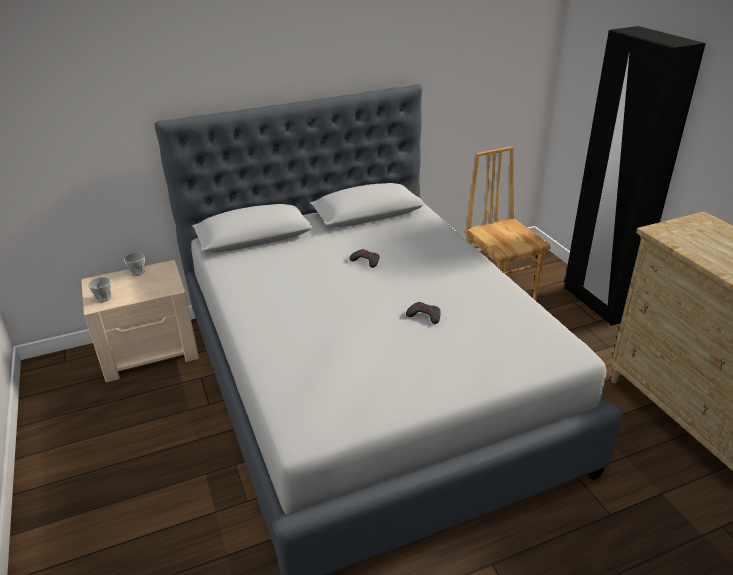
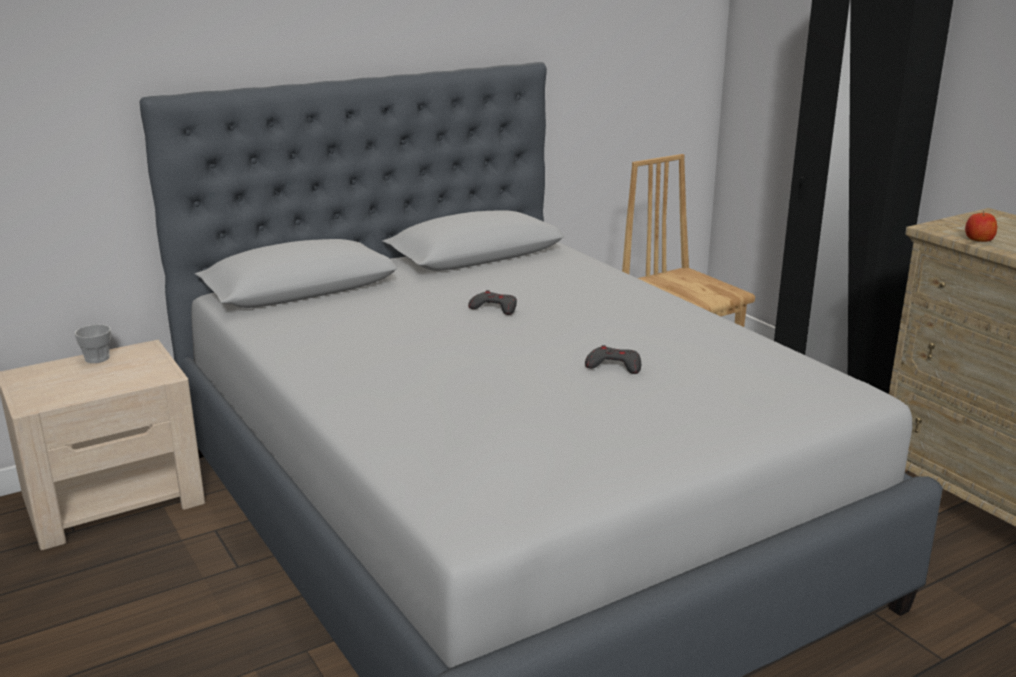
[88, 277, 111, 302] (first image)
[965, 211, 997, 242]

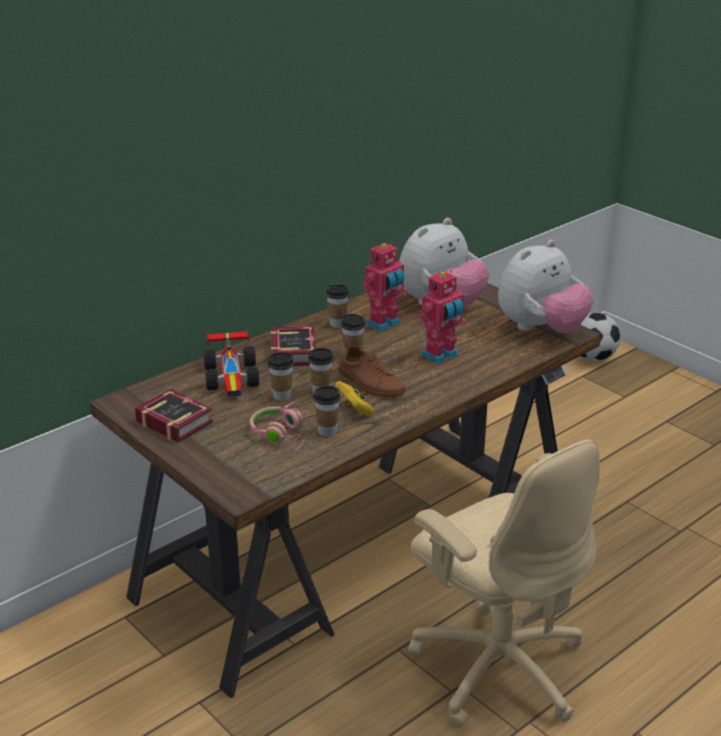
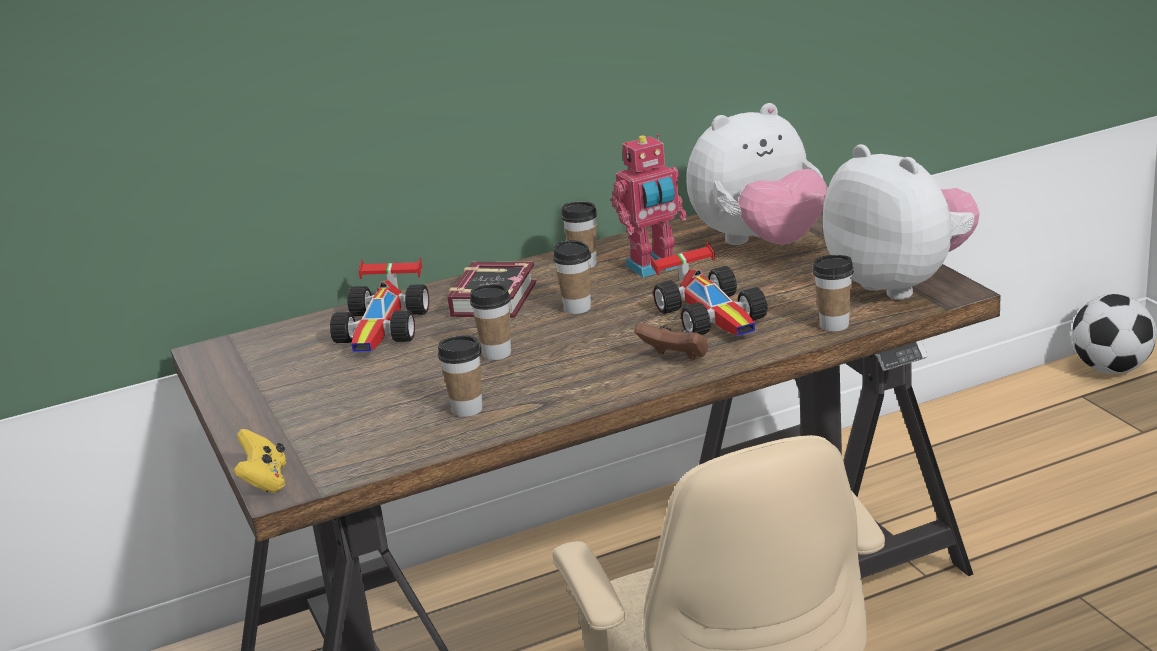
[135, 389, 213, 443] (first image)
[250, 401, 305, 451] (first image)
[813, 255, 854, 332]
[234, 429, 286, 493]
[339, 344, 406, 397] (first image)
[650, 242, 767, 336]
[823, 144, 979, 300]
[634, 322, 708, 360]

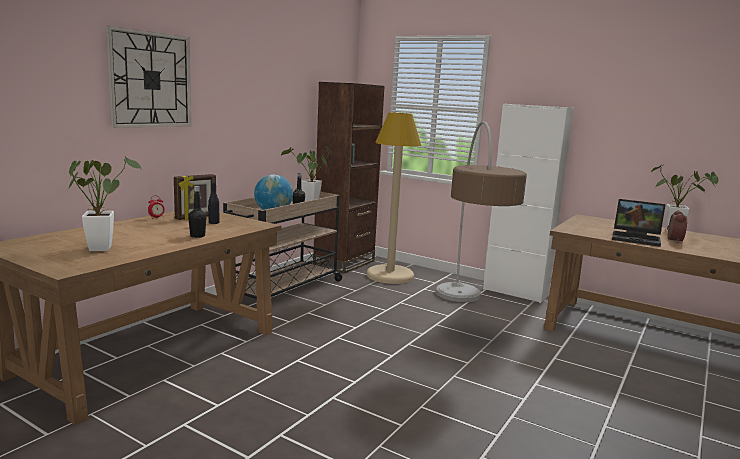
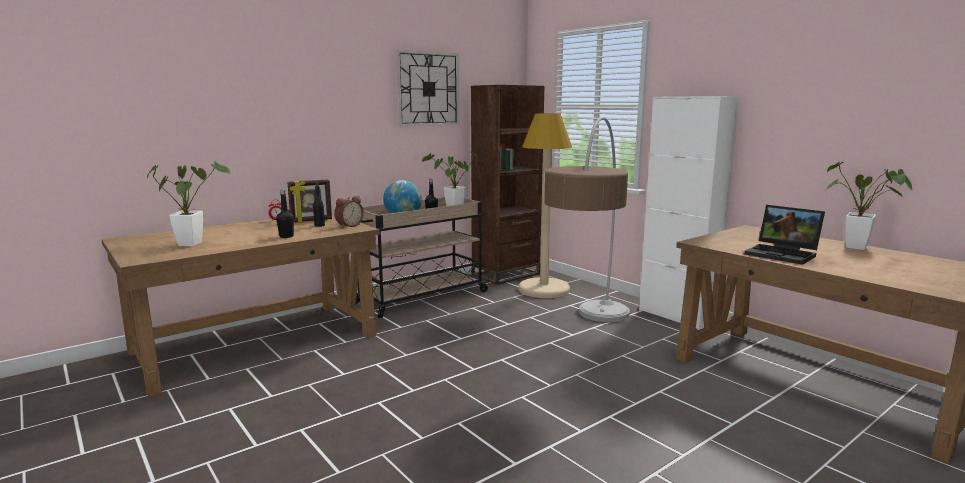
[396, 50, 459, 127]
[334, 196, 364, 228]

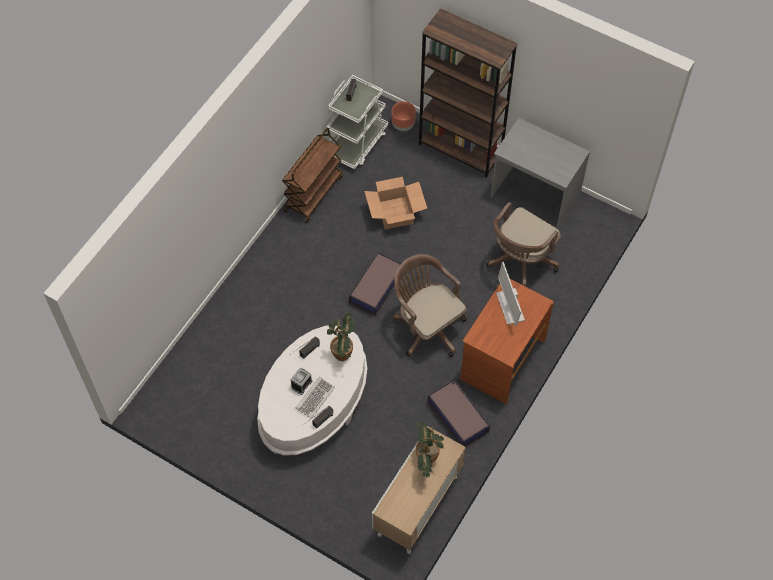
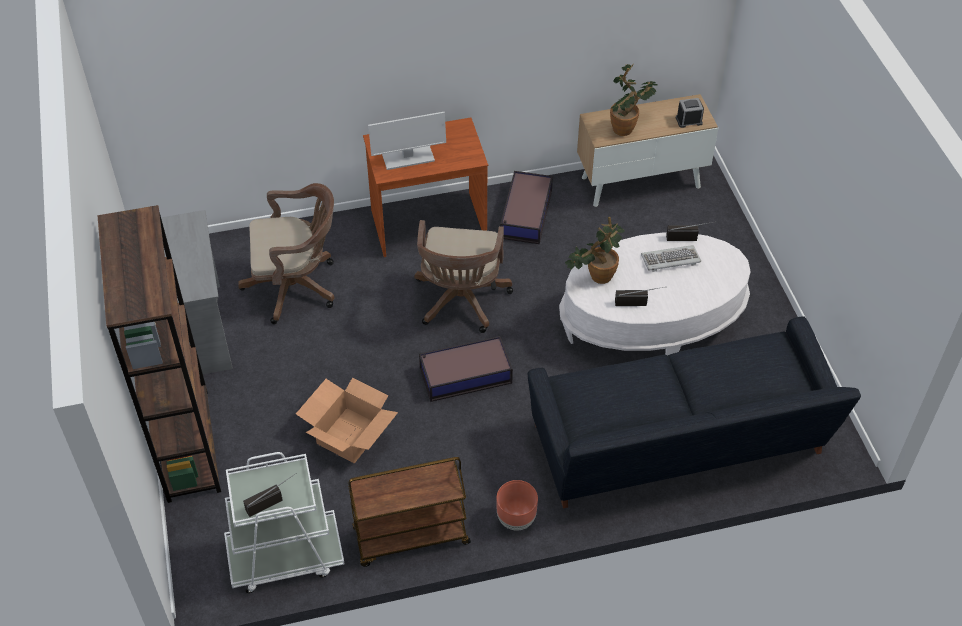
[676, 98, 704, 128]
[496, 480, 538, 531]
[368, 112, 446, 170]
[528, 316, 861, 508]

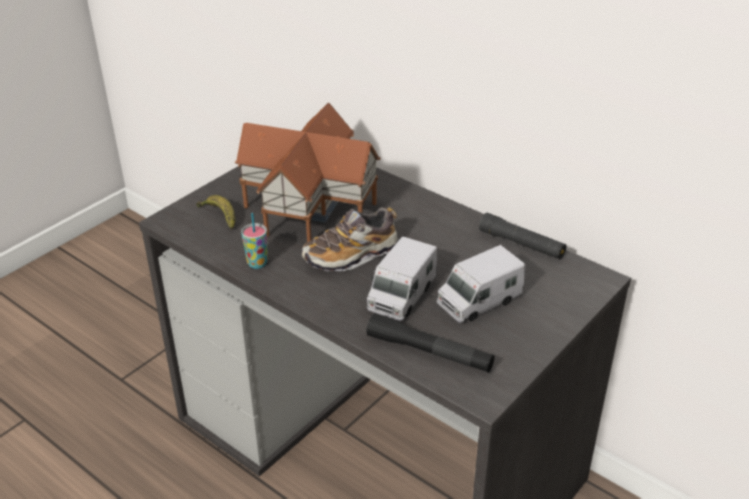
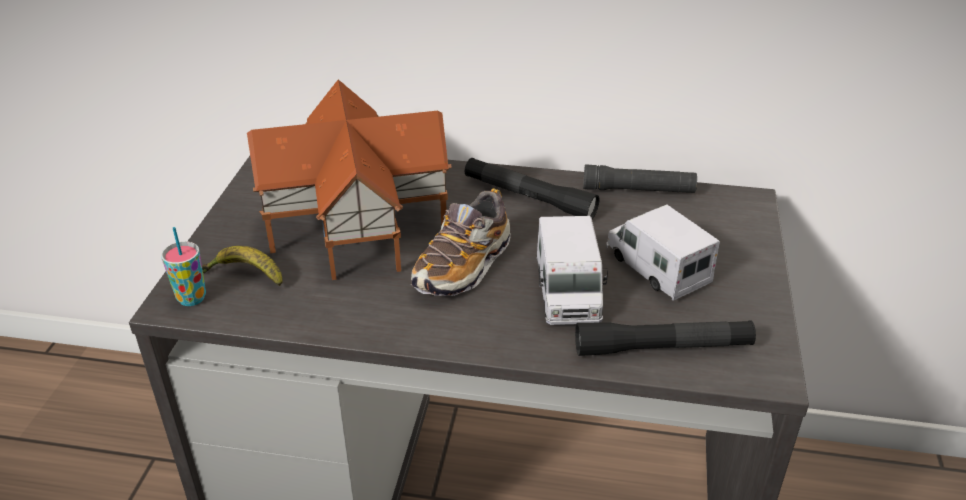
[161, 227, 206, 306]
[606, 204, 720, 301]
[465, 158, 599, 219]

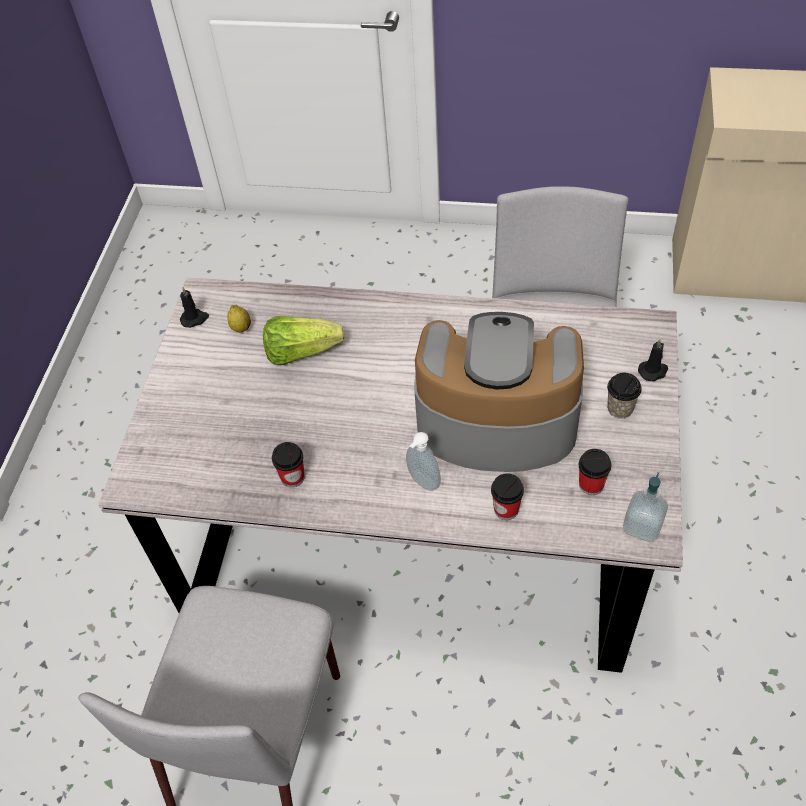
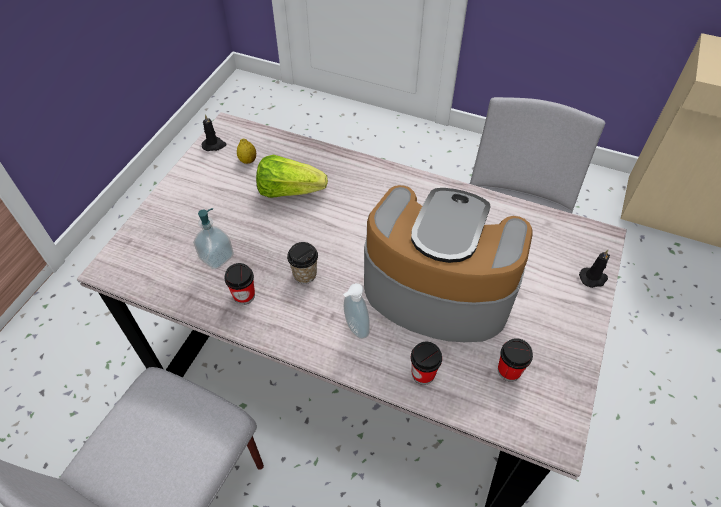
[287, 242, 318, 284]
[193, 208, 234, 269]

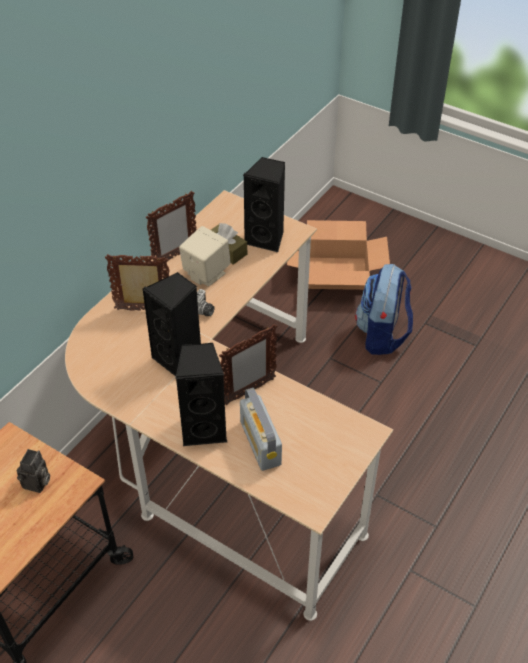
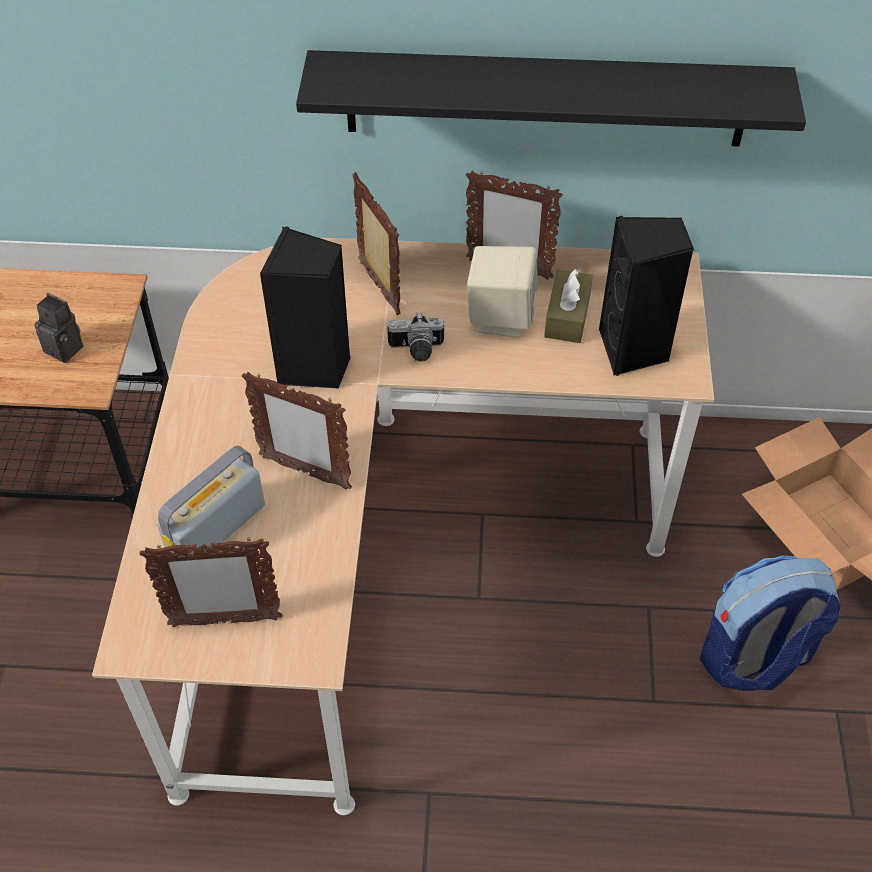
[35, 293, 83, 363]
[175, 343, 227, 446] (first image)
[139, 538, 282, 627]
[296, 50, 806, 147]

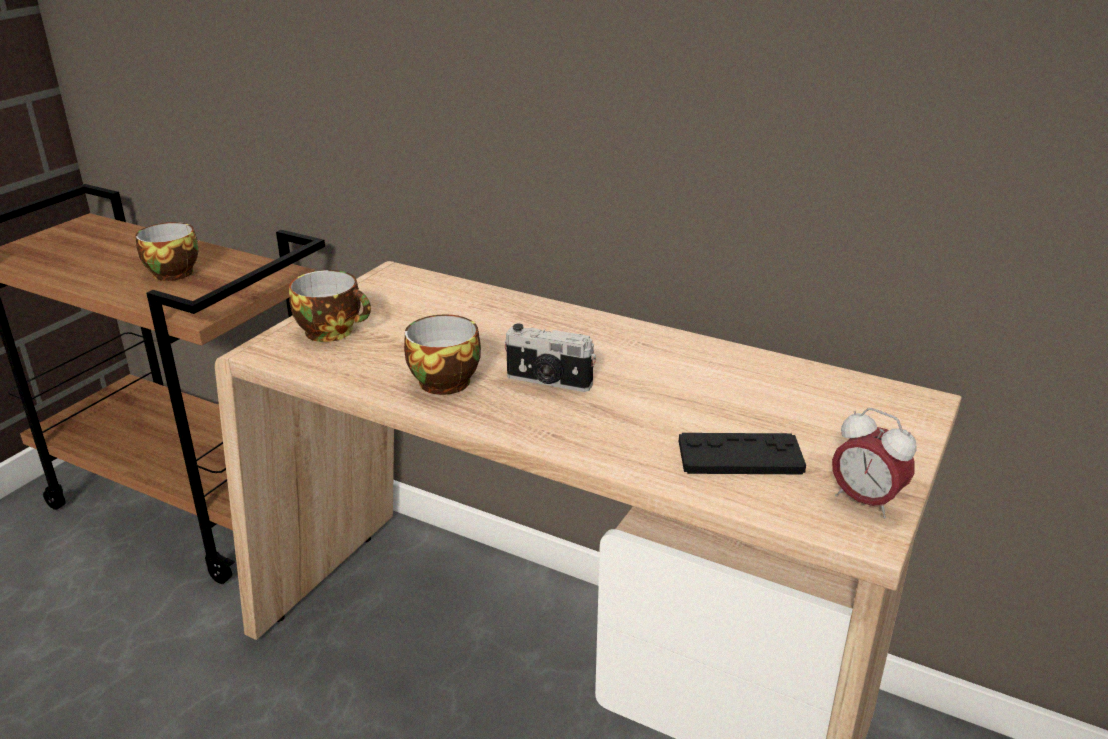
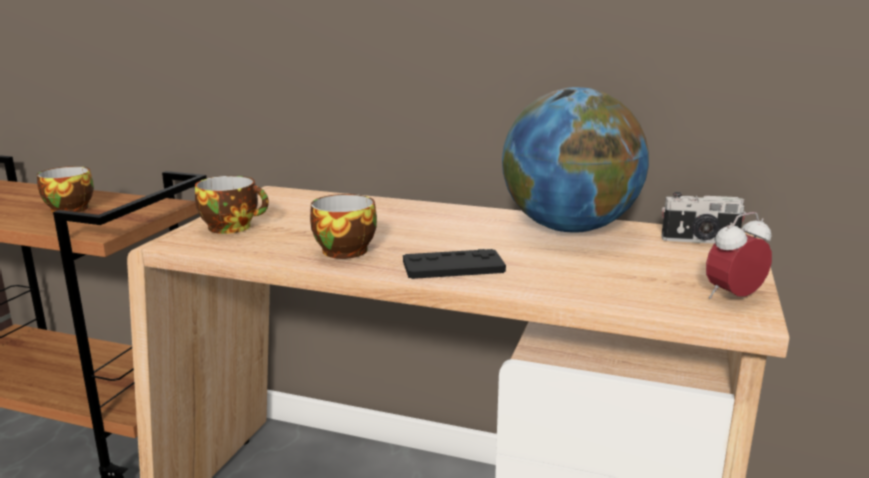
[661, 192, 746, 244]
[403, 249, 506, 279]
[706, 212, 772, 298]
[502, 87, 649, 232]

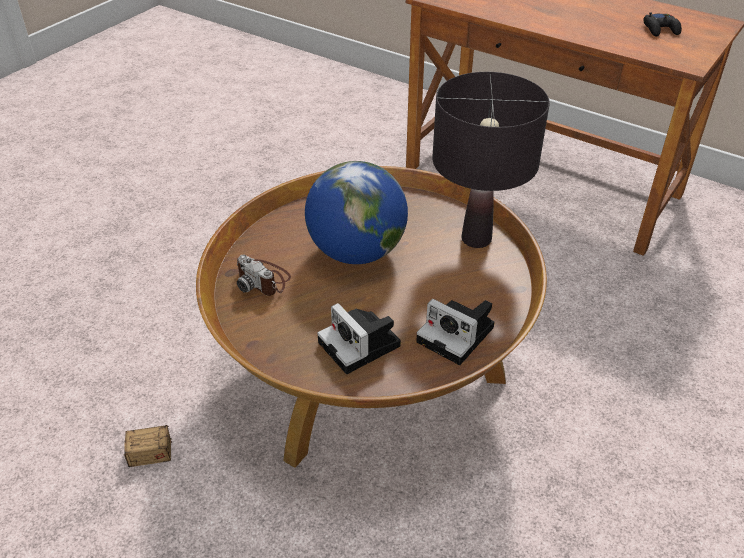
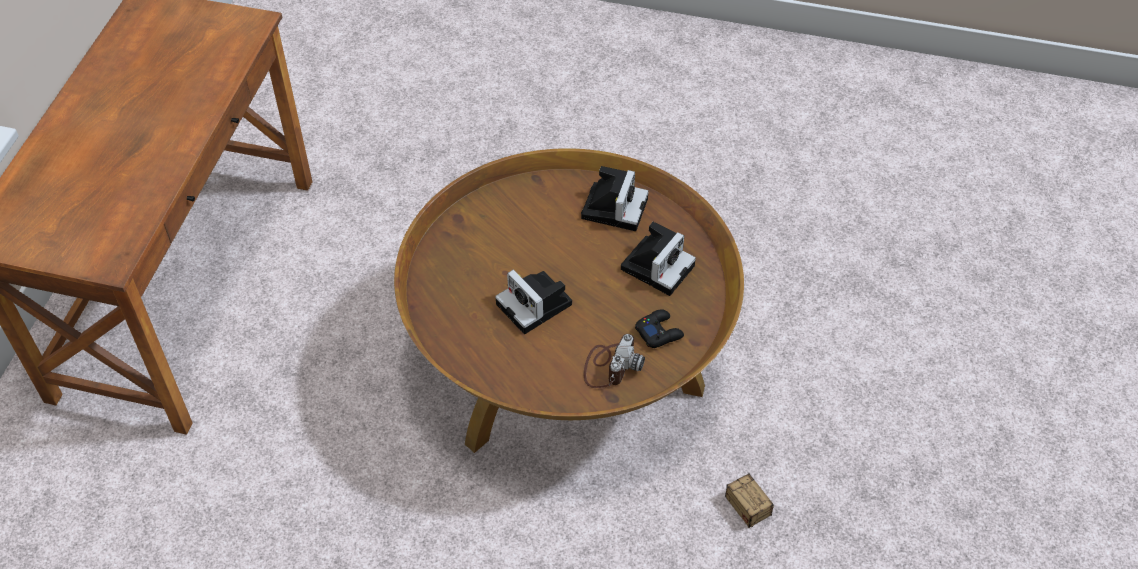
[495, 269, 572, 334]
[432, 72, 550, 248] (first image)
[635, 309, 684, 348]

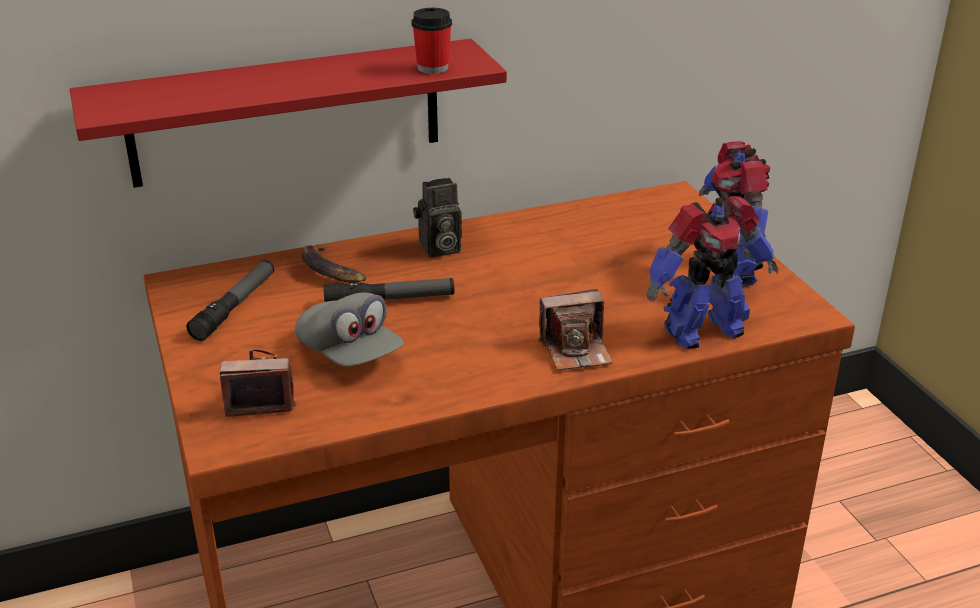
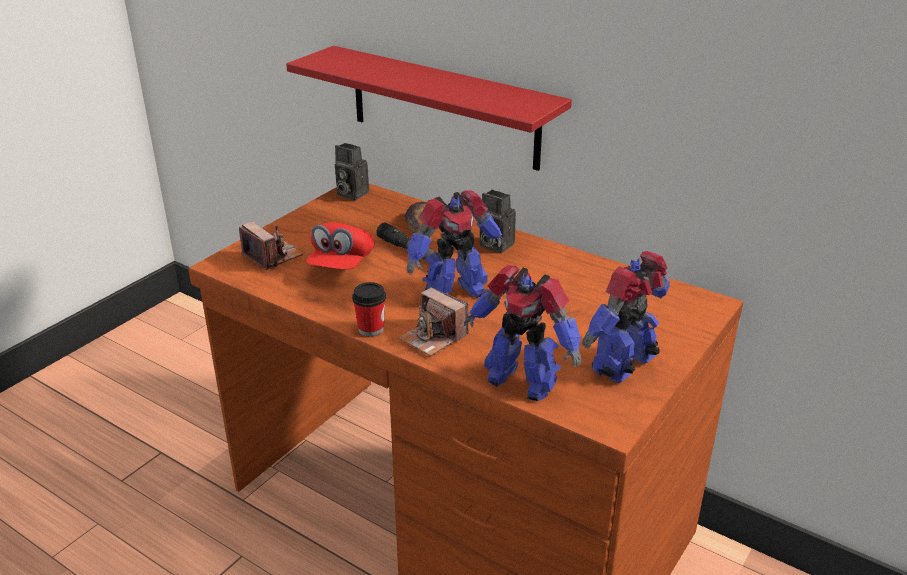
[187, 260, 274, 341] (first image)
[306, 222, 375, 269]
[352, 282, 386, 336]
[335, 143, 369, 200]
[406, 190, 506, 298]

